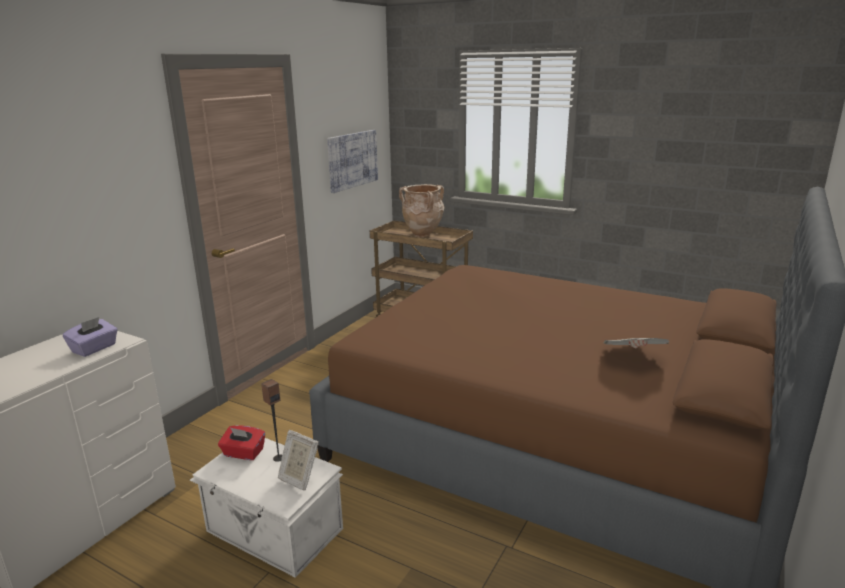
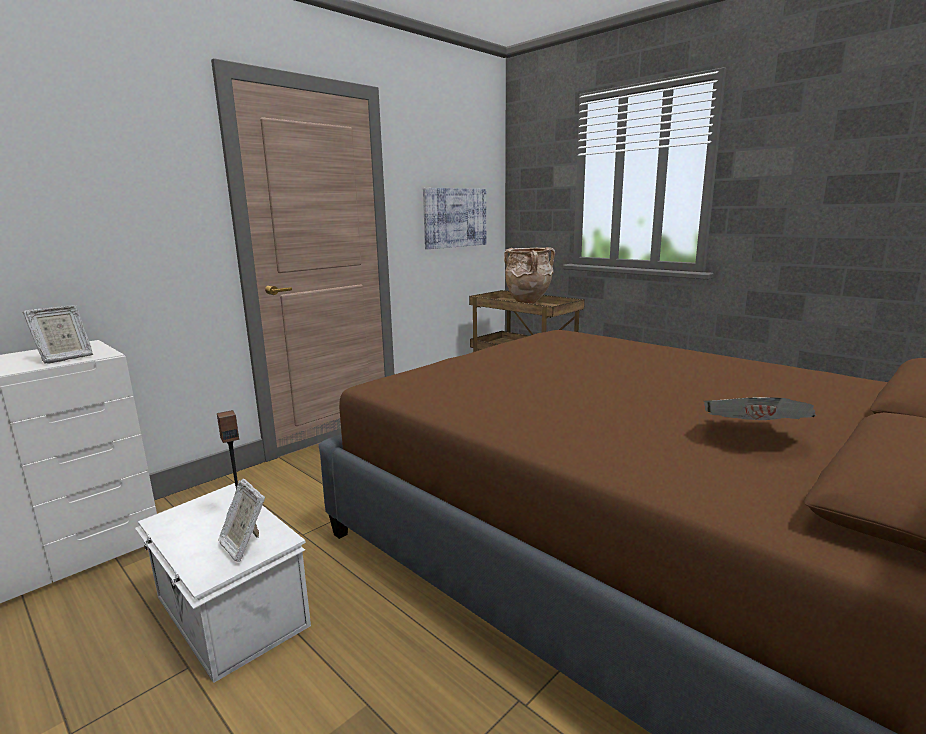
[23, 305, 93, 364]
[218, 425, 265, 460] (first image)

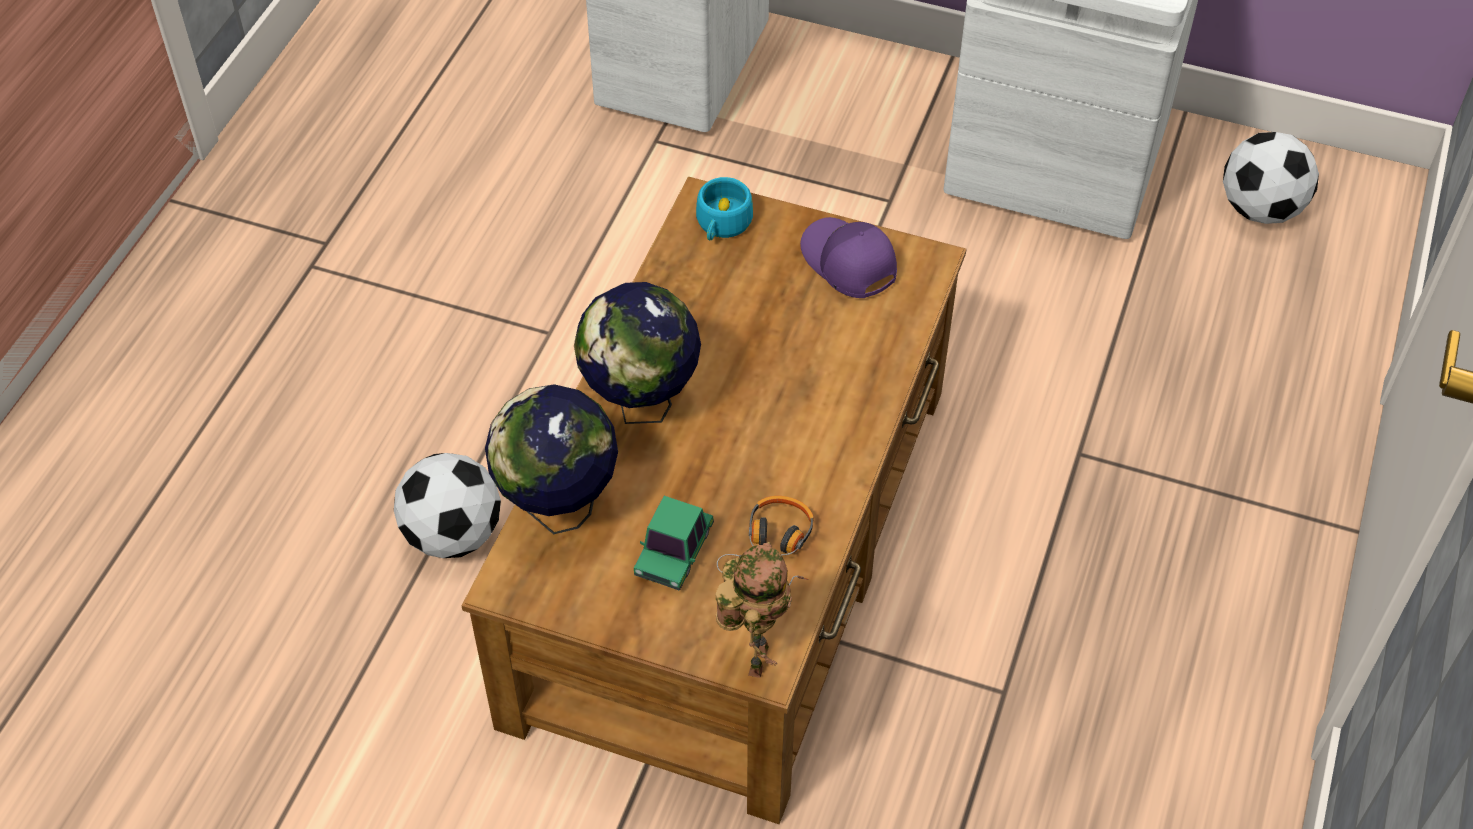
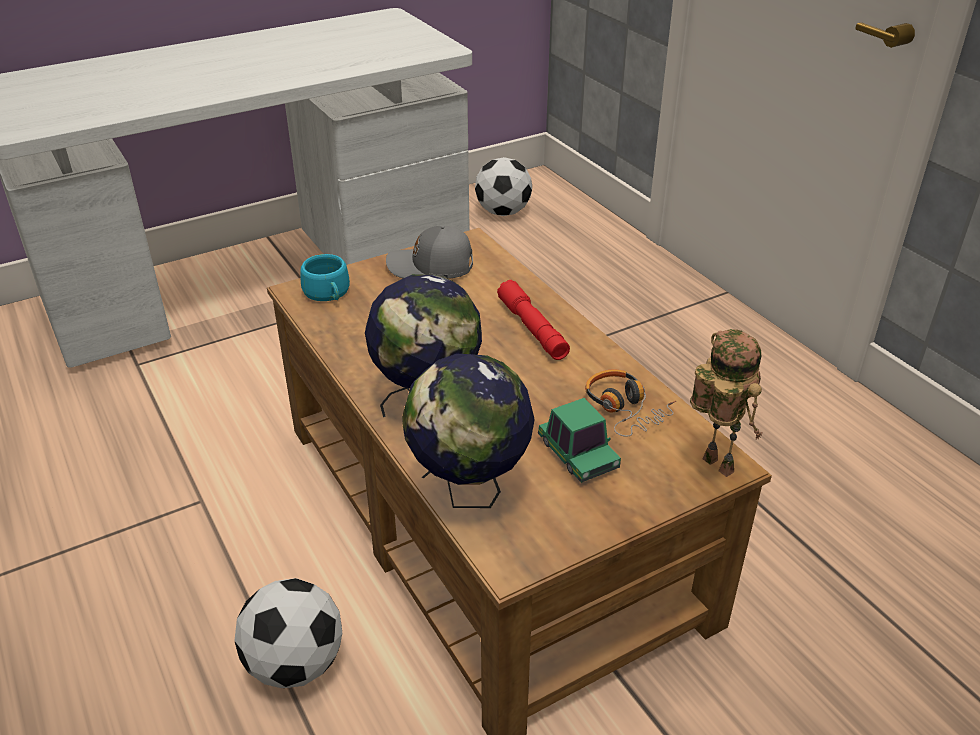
[386, 226, 473, 279]
[497, 280, 570, 360]

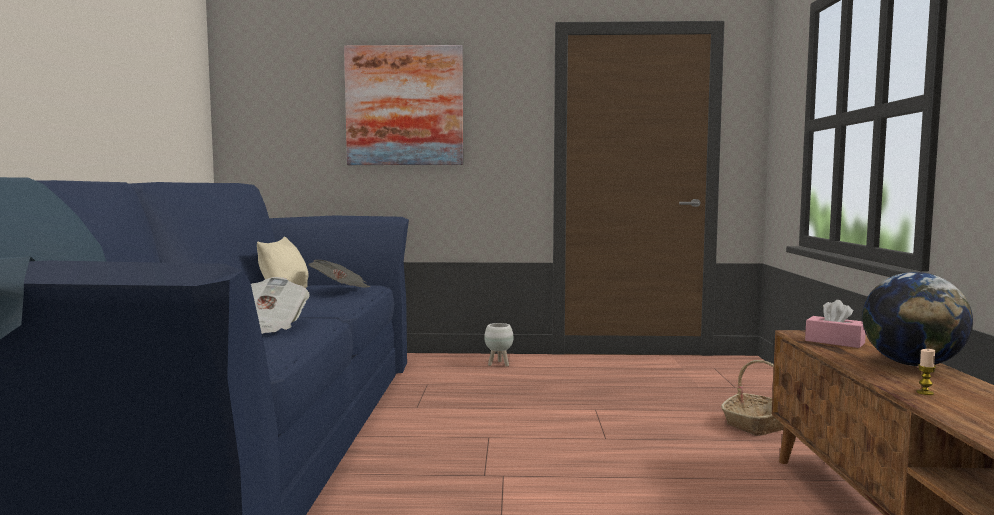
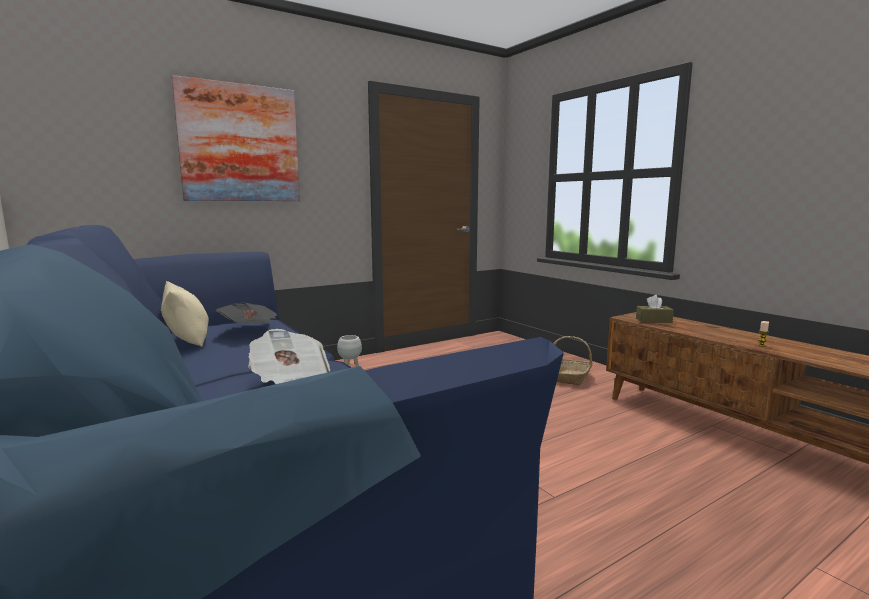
[636, 295, 674, 323]
[862, 272, 973, 366] (first image)

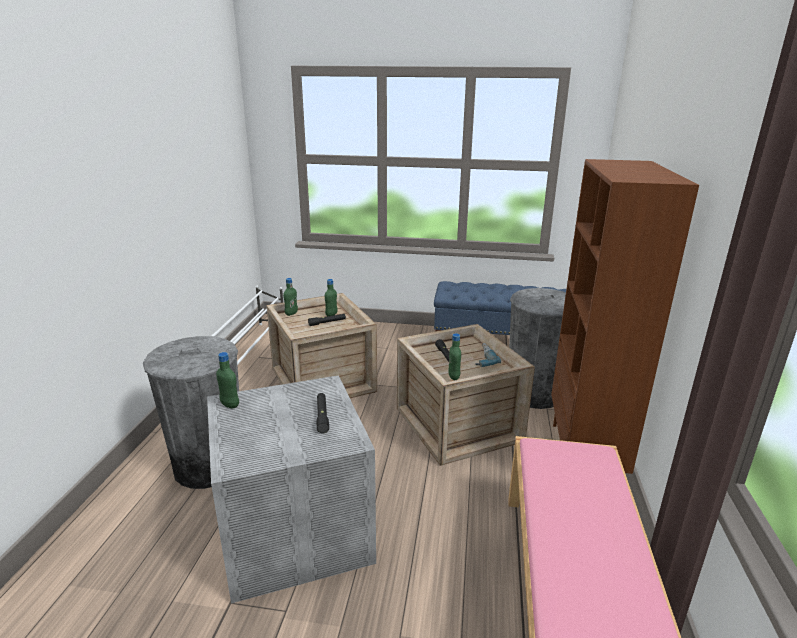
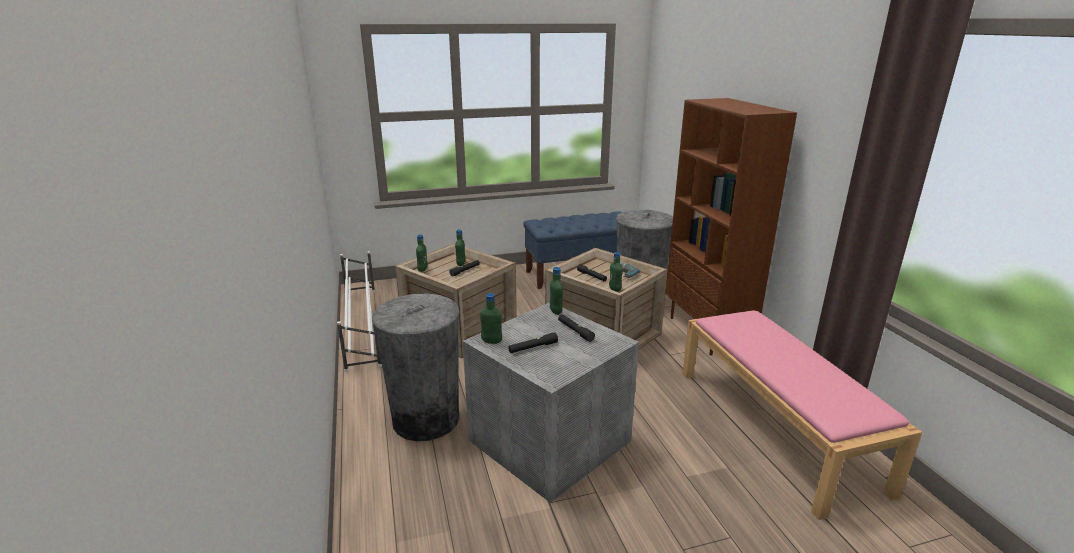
[508, 332, 558, 353]
[550, 267, 563, 315]

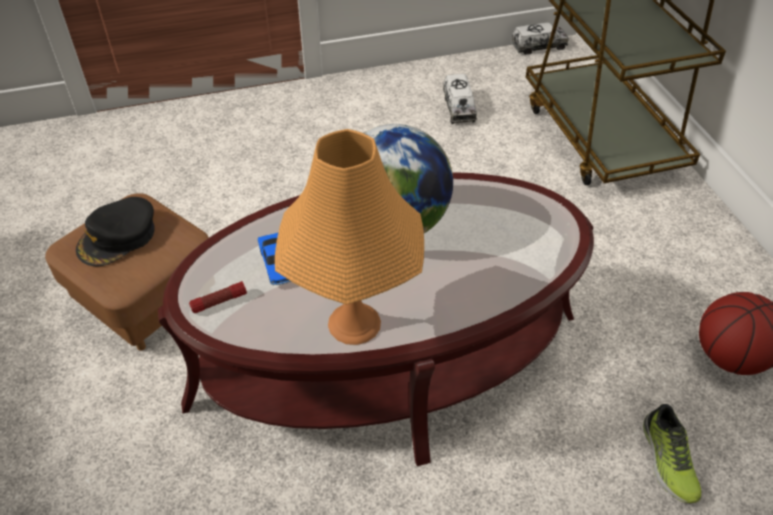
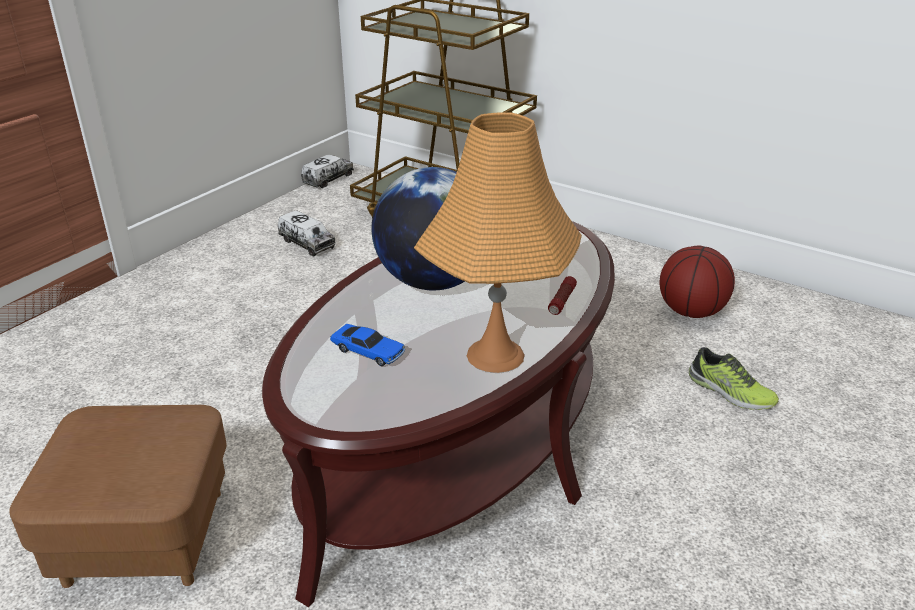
[76, 197, 155, 266] (first image)
[548, 276, 577, 315]

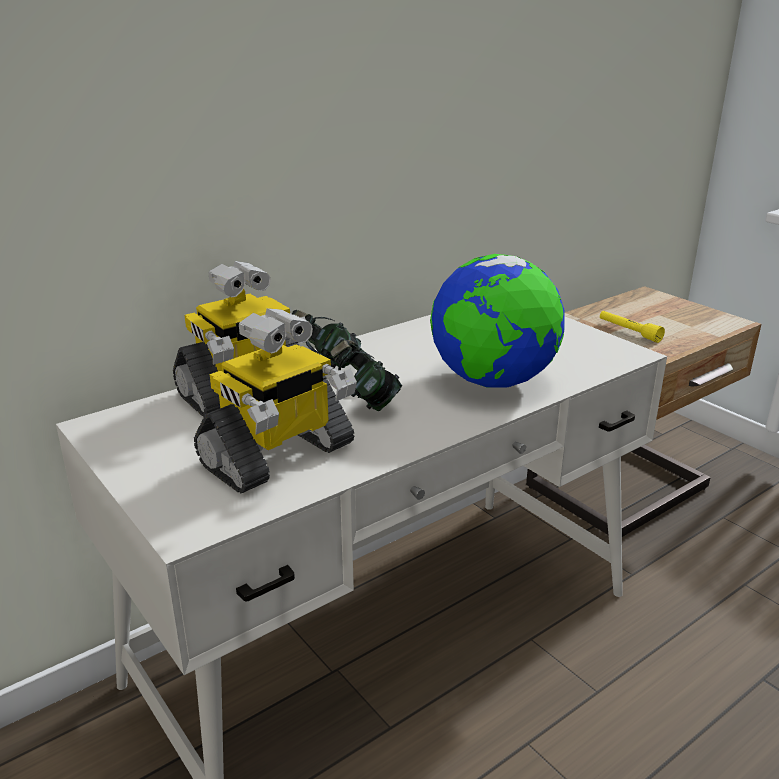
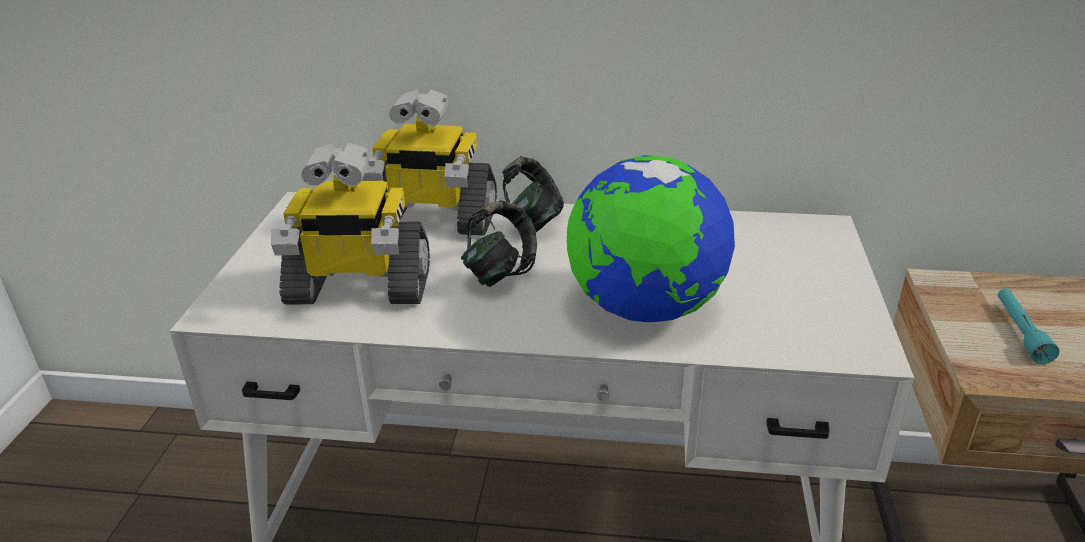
[998, 289, 1059, 364]

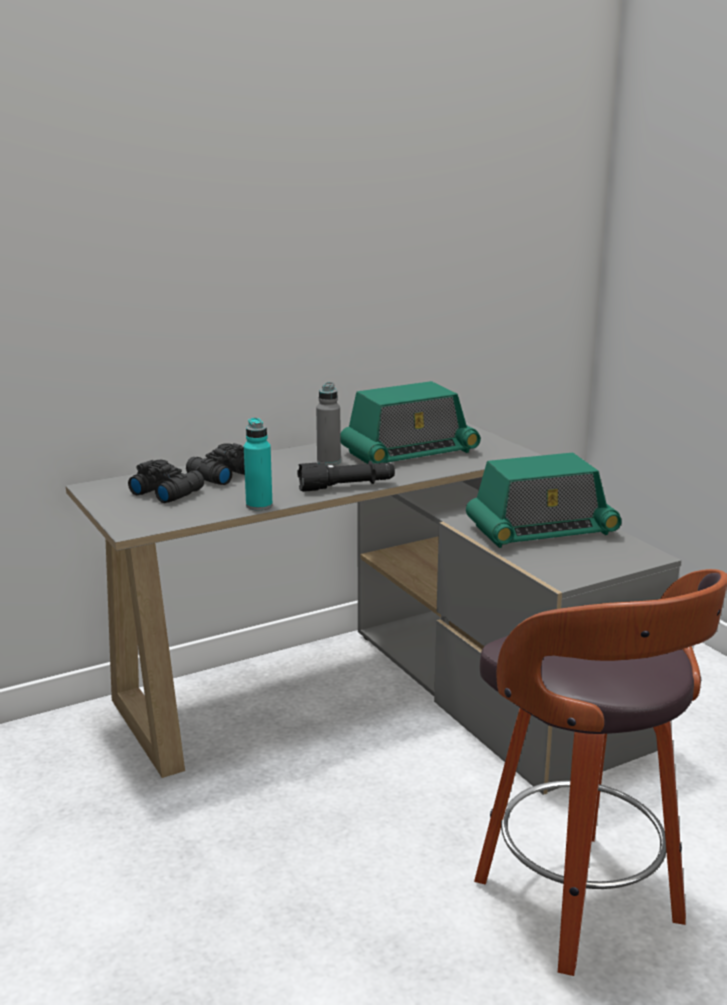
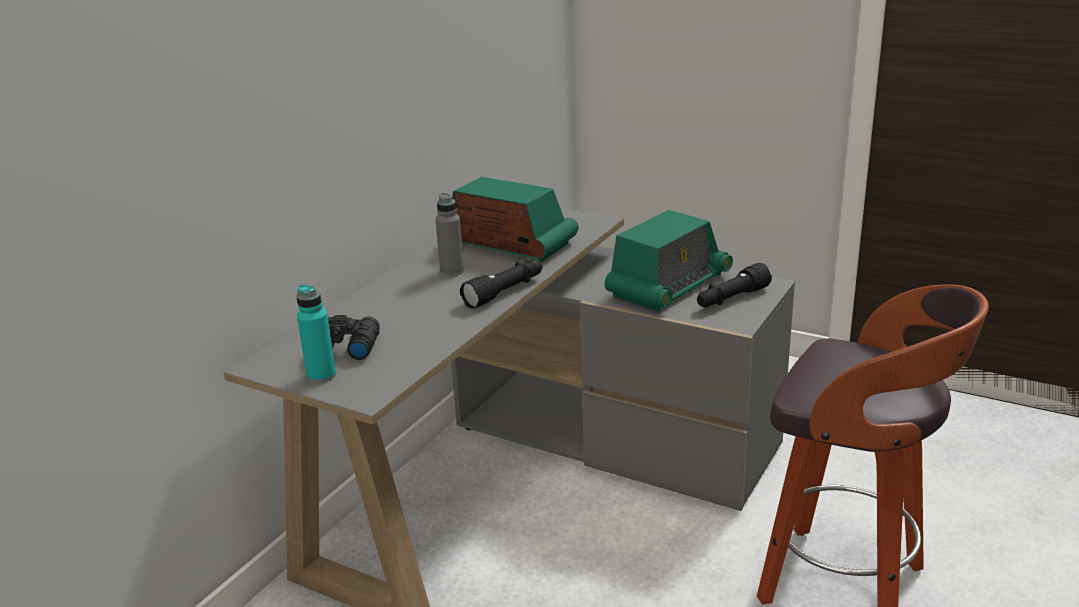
[186, 443, 245, 485] (first image)
[296, 284, 336, 383]
[452, 177, 578, 262]
[697, 263, 772, 307]

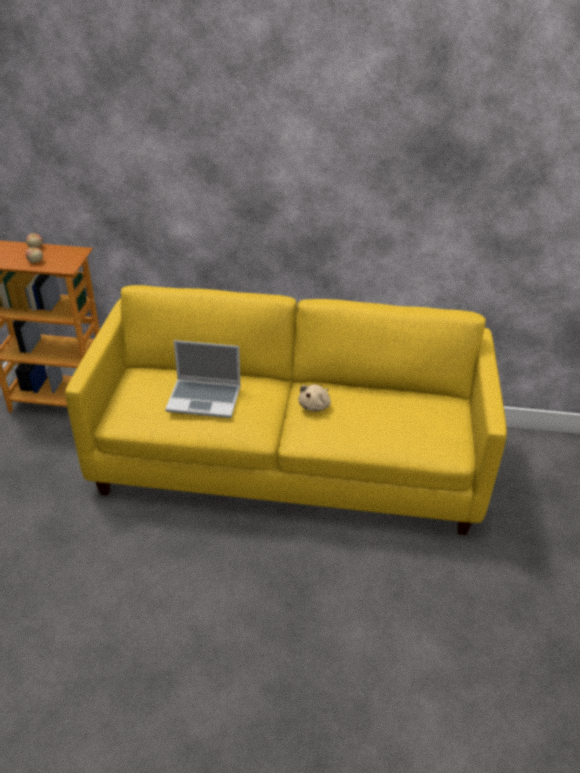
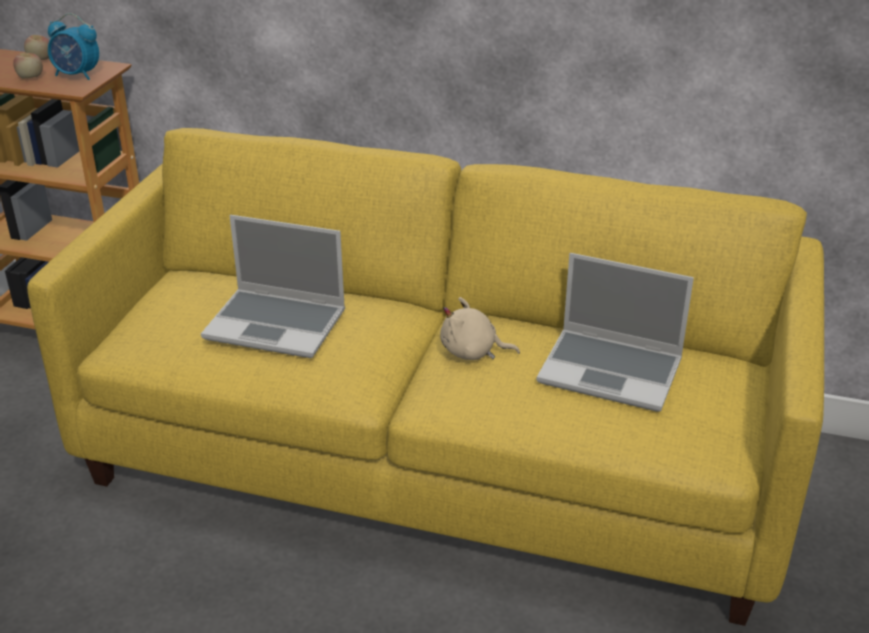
[440, 297, 520, 360]
[48, 13, 99, 80]
[536, 253, 694, 412]

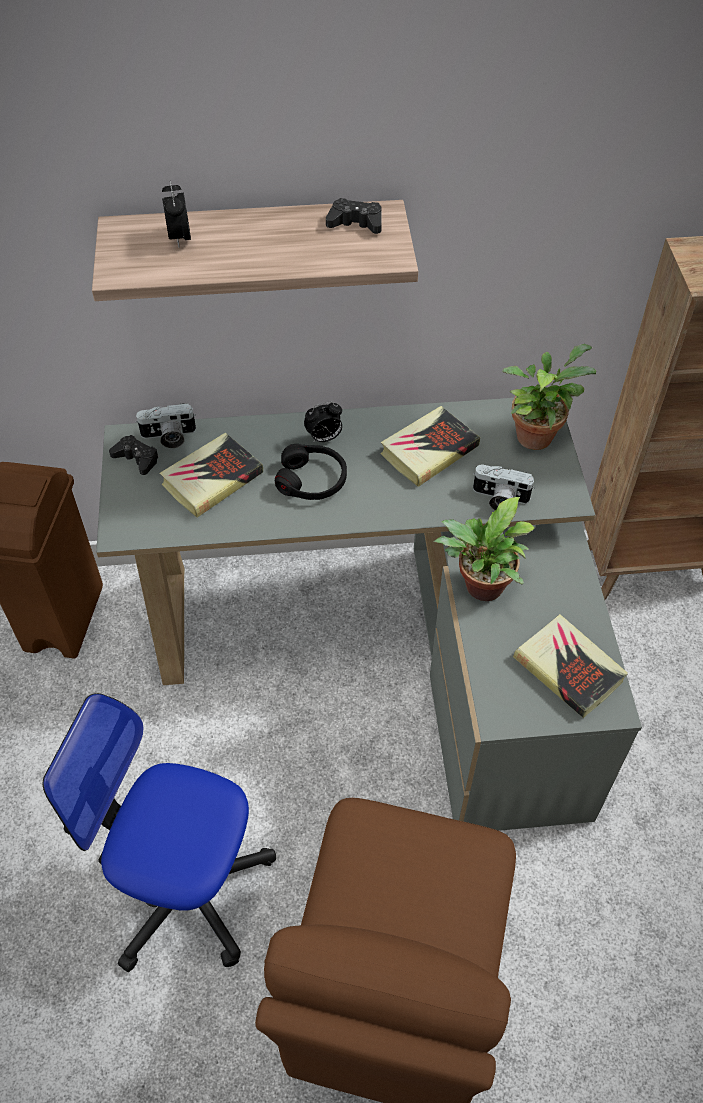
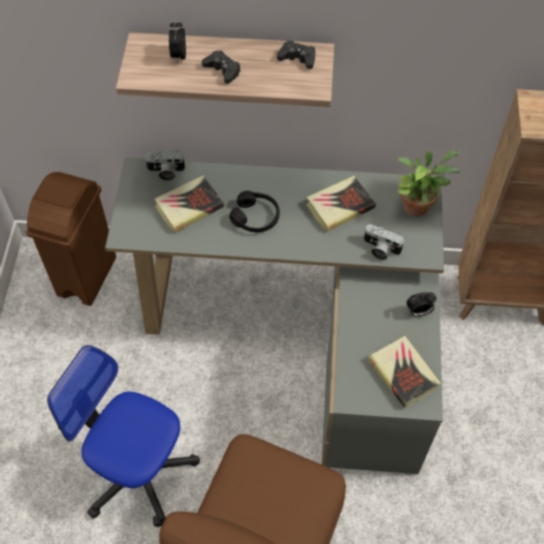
[202, 50, 241, 84]
[406, 292, 437, 317]
[434, 497, 535, 601] (first image)

